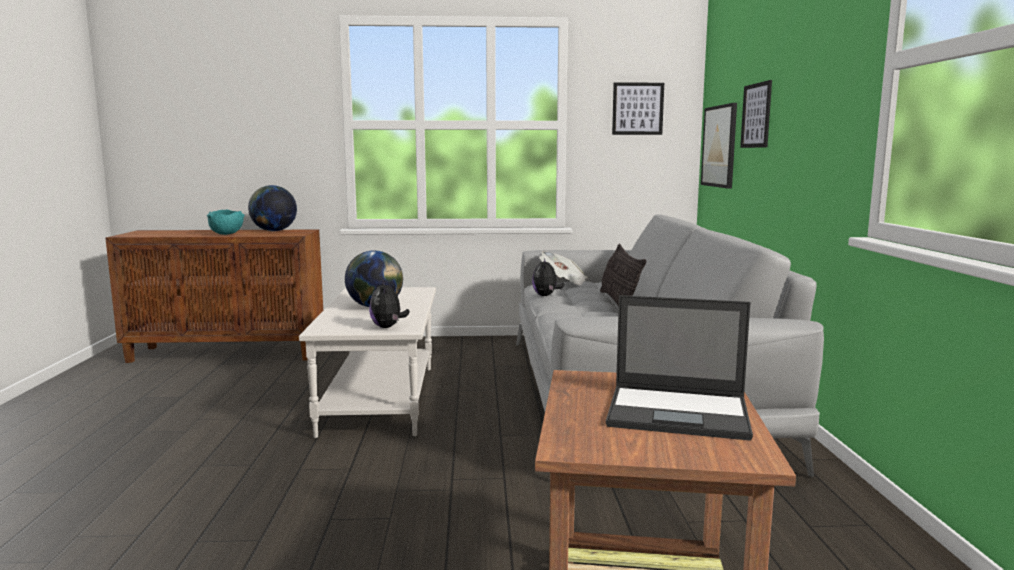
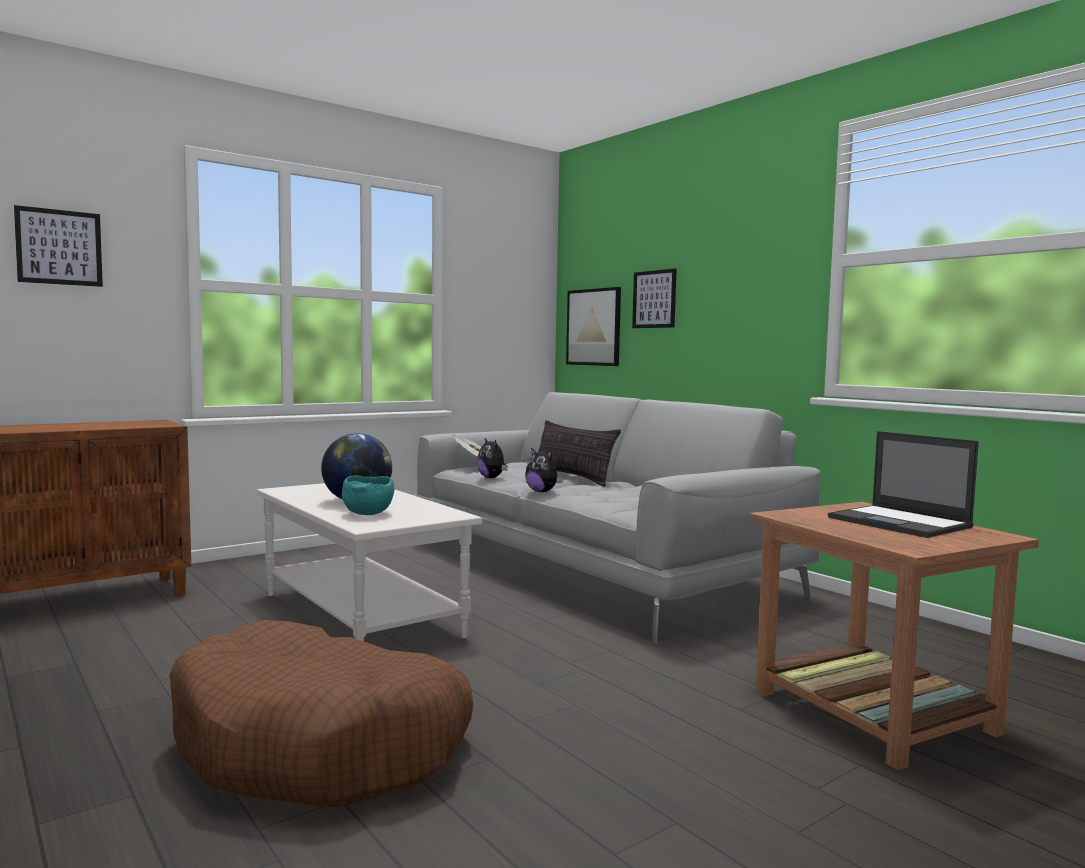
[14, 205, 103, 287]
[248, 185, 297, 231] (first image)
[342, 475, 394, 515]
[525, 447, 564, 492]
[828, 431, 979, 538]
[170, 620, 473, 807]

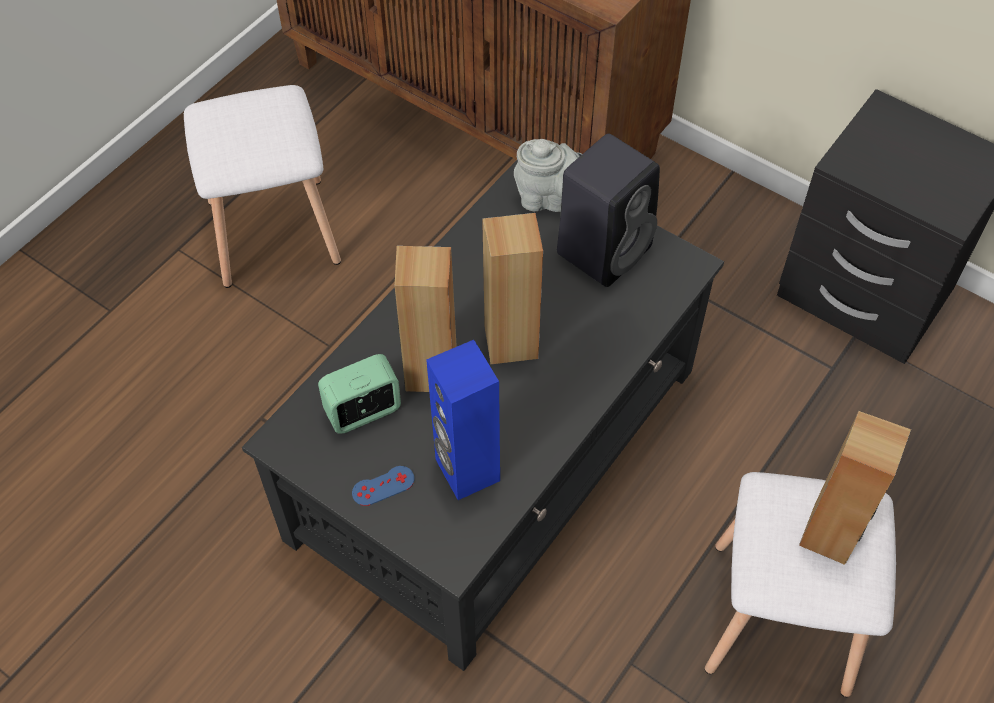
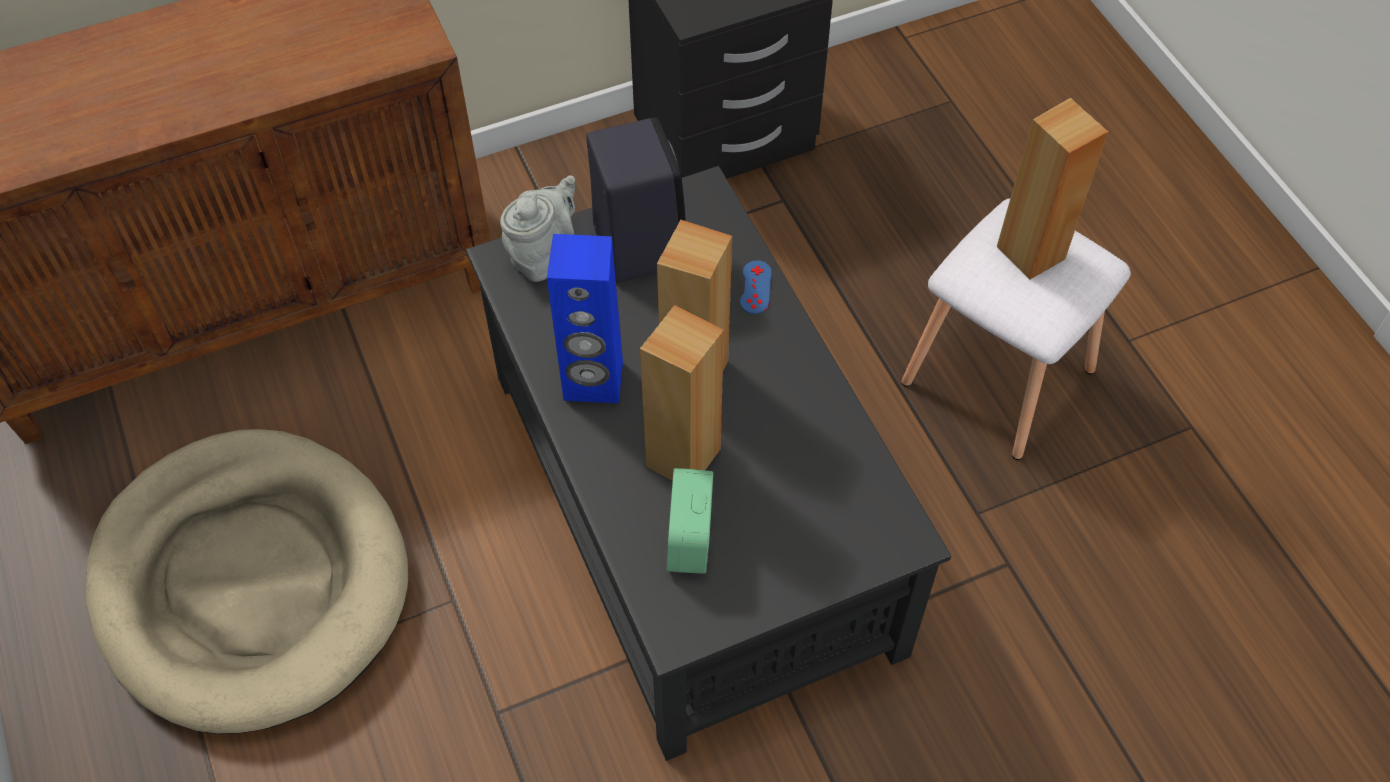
[86, 429, 408, 734]
[547, 234, 623, 403]
[740, 260, 772, 314]

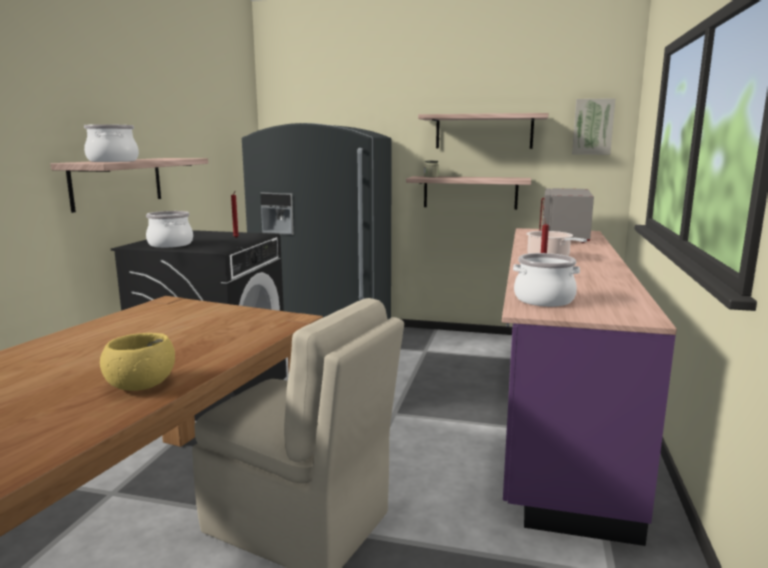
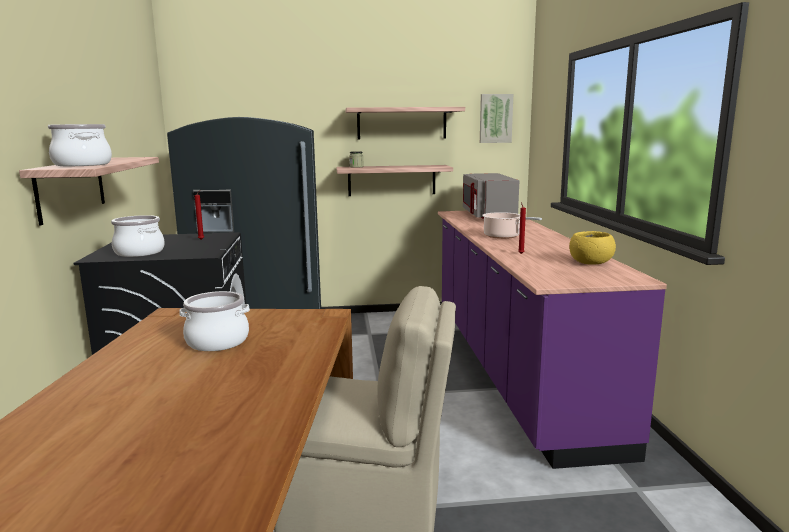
[179, 291, 250, 351]
[569, 231, 616, 265]

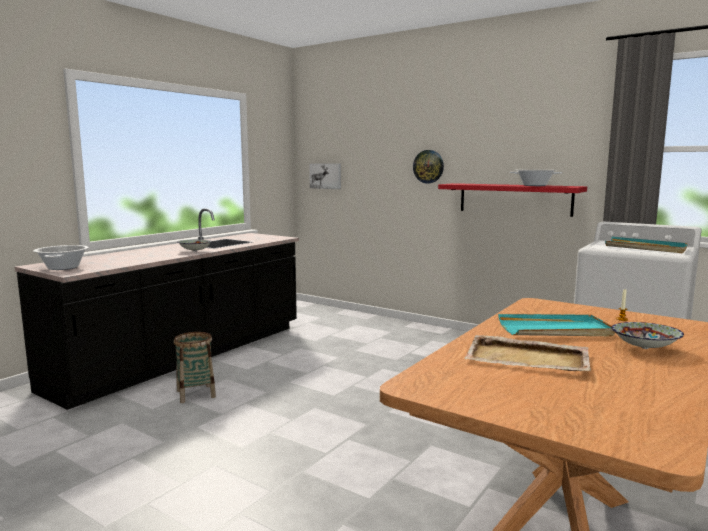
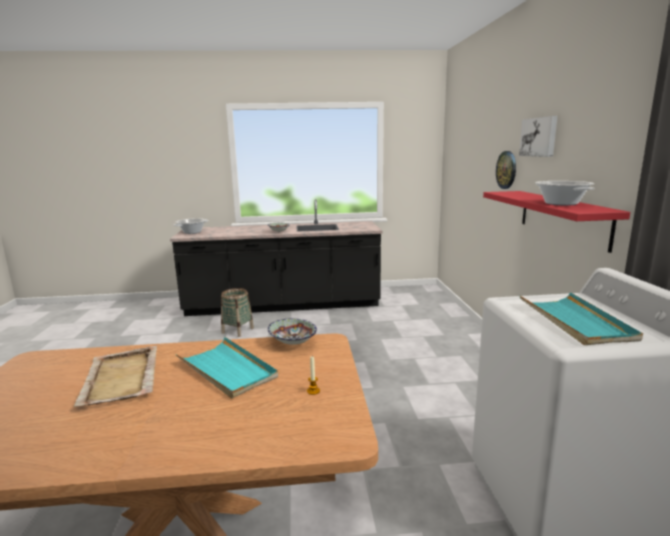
[519, 116, 557, 157]
[268, 318, 317, 345]

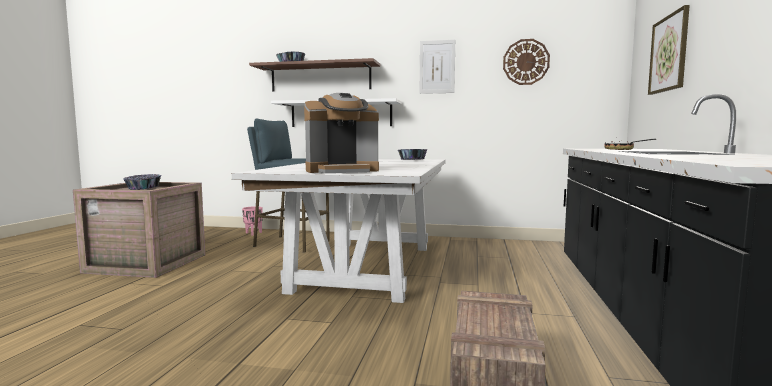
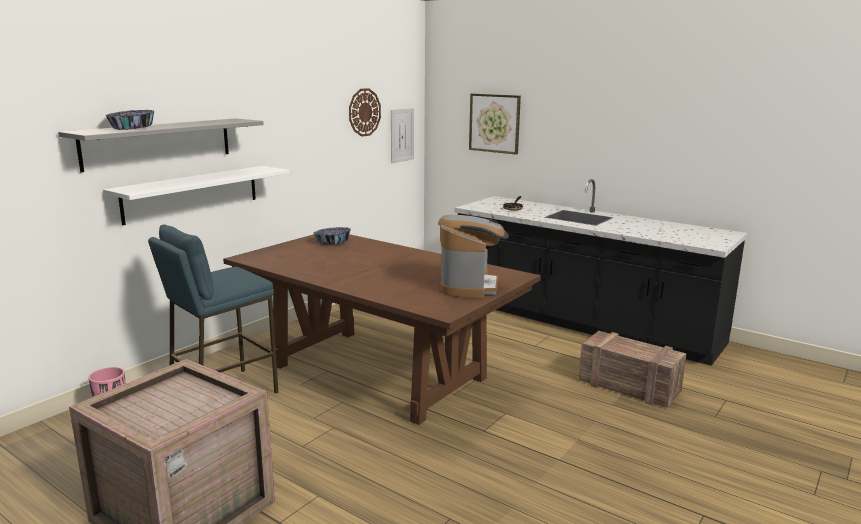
[391, 108, 414, 163]
[58, 118, 264, 172]
[223, 234, 541, 425]
[123, 174, 162, 190] (first image)

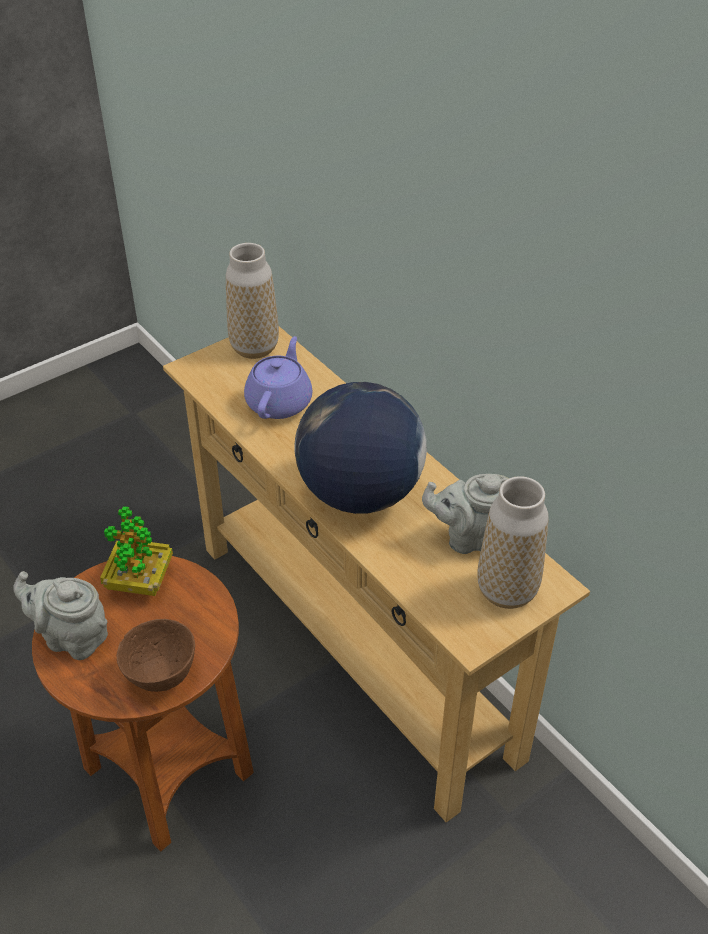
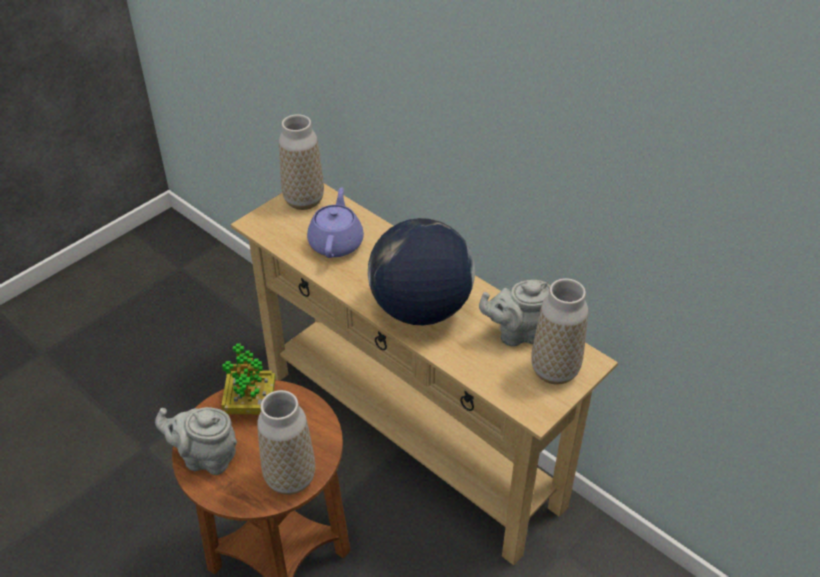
[257, 390, 315, 495]

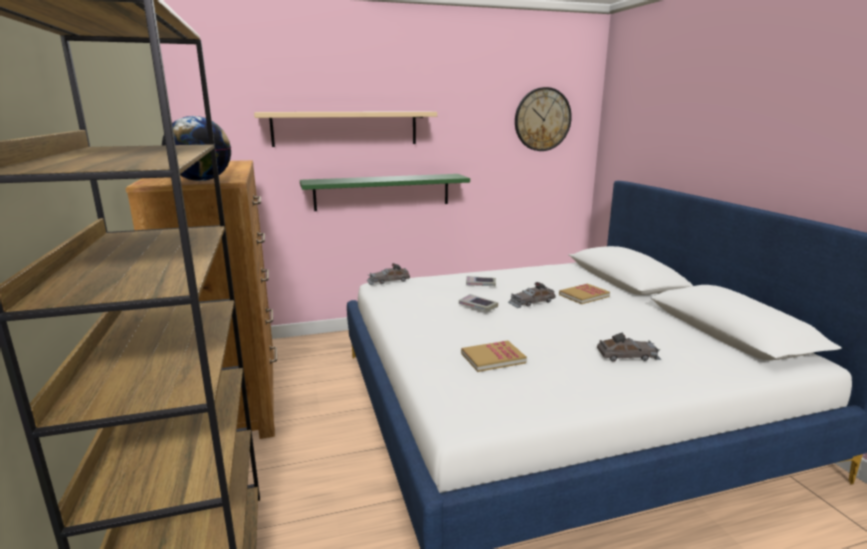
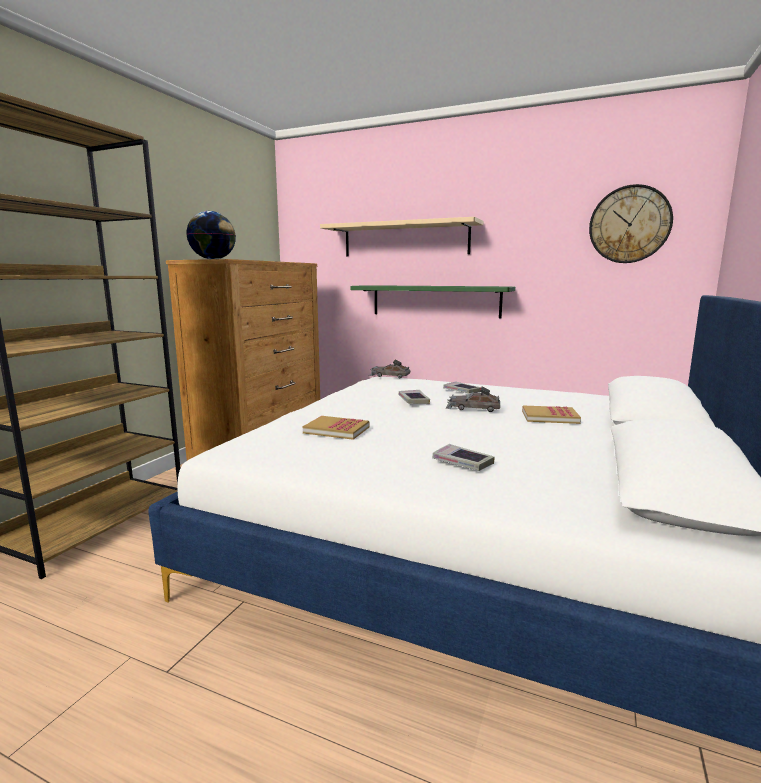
[433, 444, 495, 471]

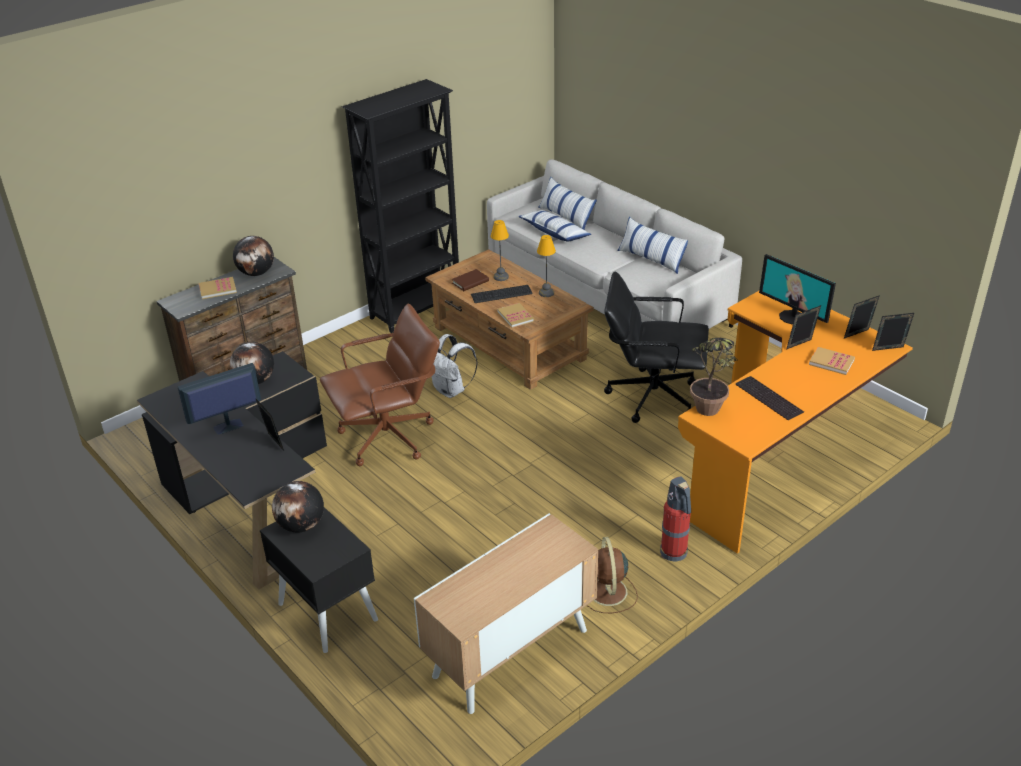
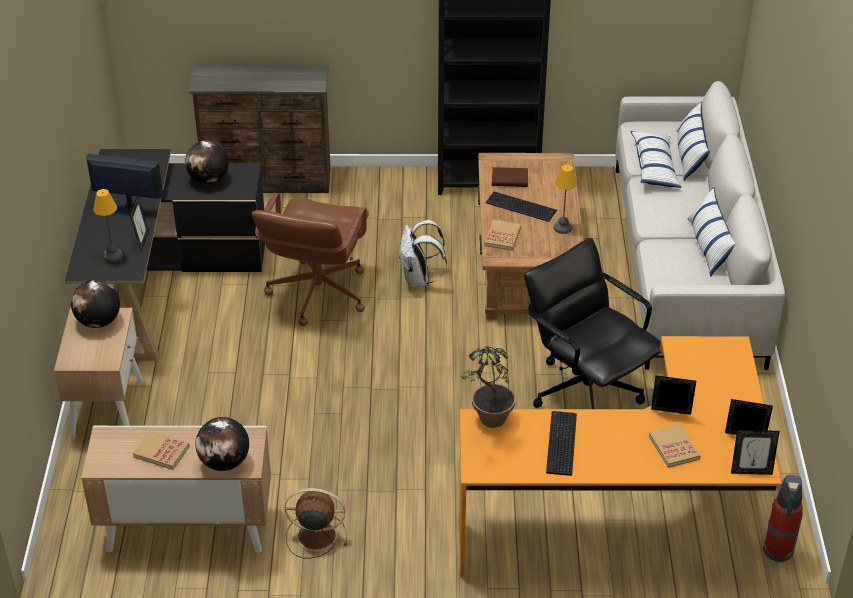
[93, 189, 123, 262]
[195, 417, 249, 471]
[759, 254, 836, 325] (first image)
[133, 431, 189, 470]
[252, 193, 369, 326]
[731, 430, 780, 475]
[763, 475, 803, 562]
[54, 308, 144, 439]
[285, 488, 347, 559]

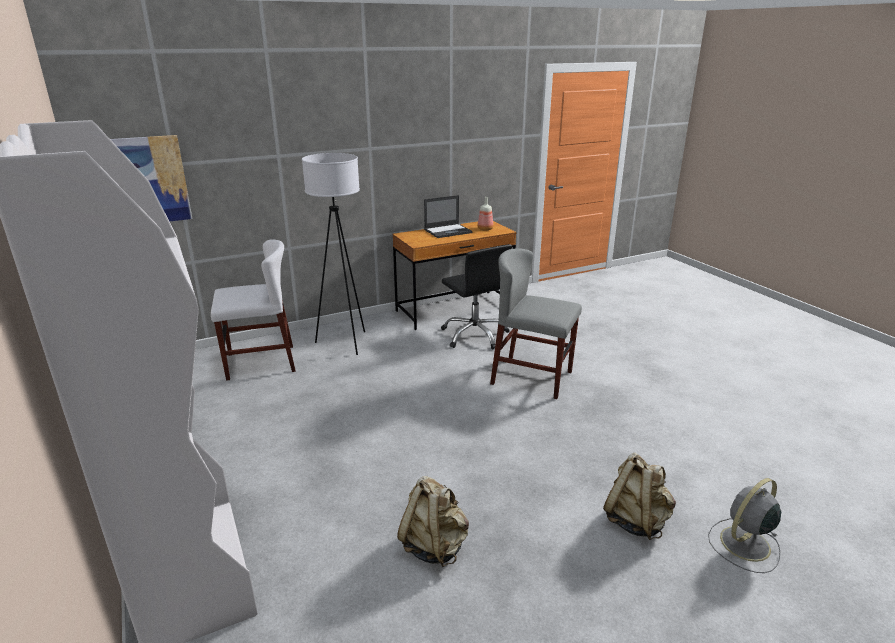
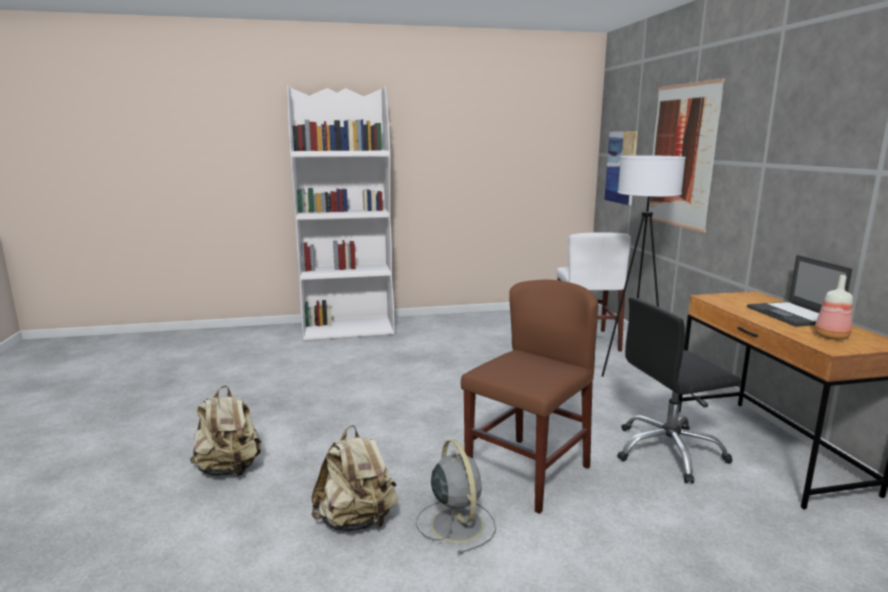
[461, 280, 598, 514]
[311, 425, 398, 532]
[416, 439, 496, 555]
[647, 78, 725, 233]

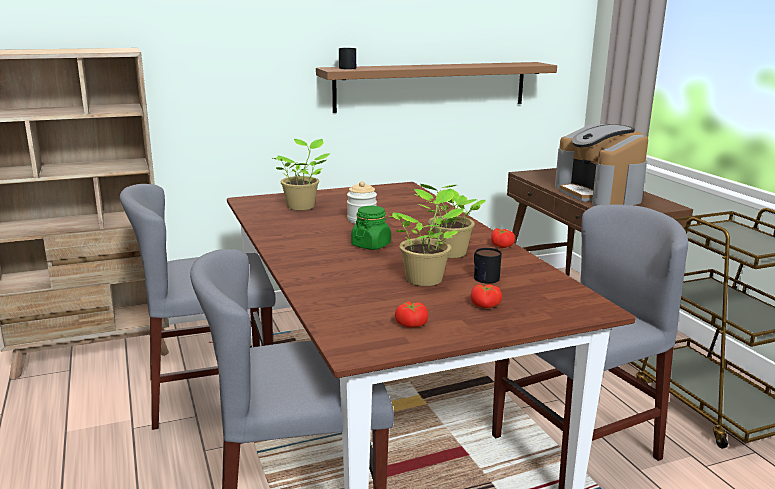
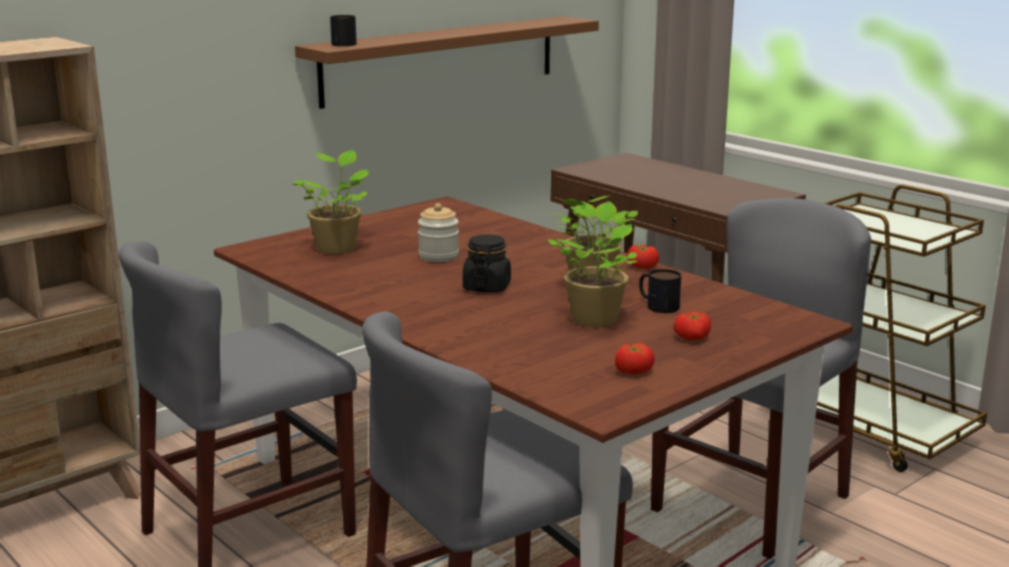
[555, 124, 648, 206] (first image)
[463, 234, 511, 292]

